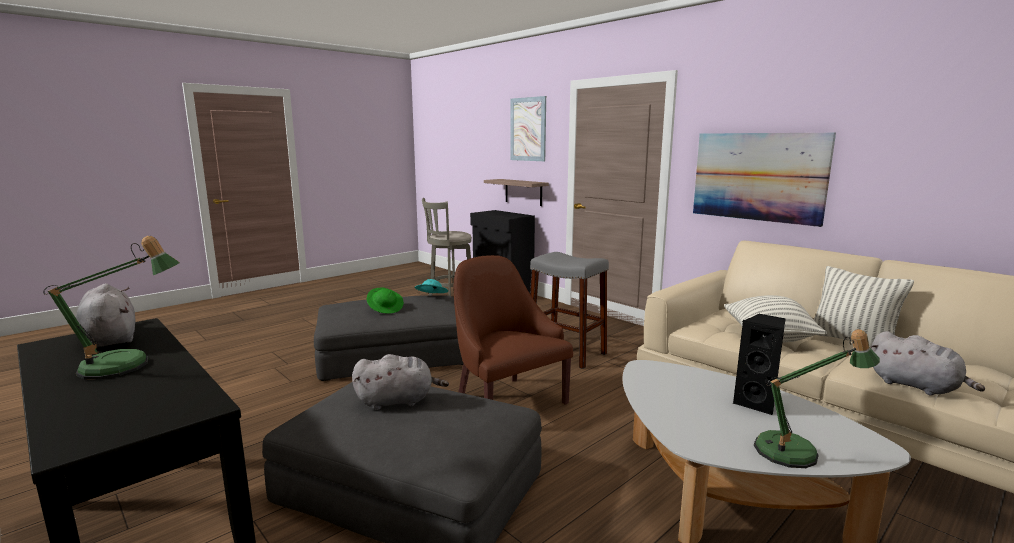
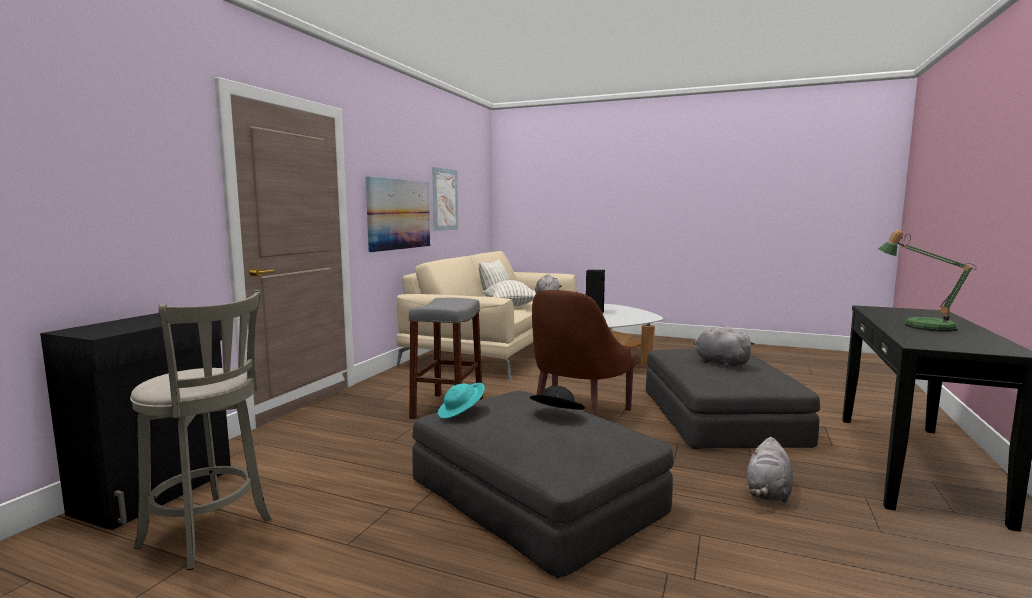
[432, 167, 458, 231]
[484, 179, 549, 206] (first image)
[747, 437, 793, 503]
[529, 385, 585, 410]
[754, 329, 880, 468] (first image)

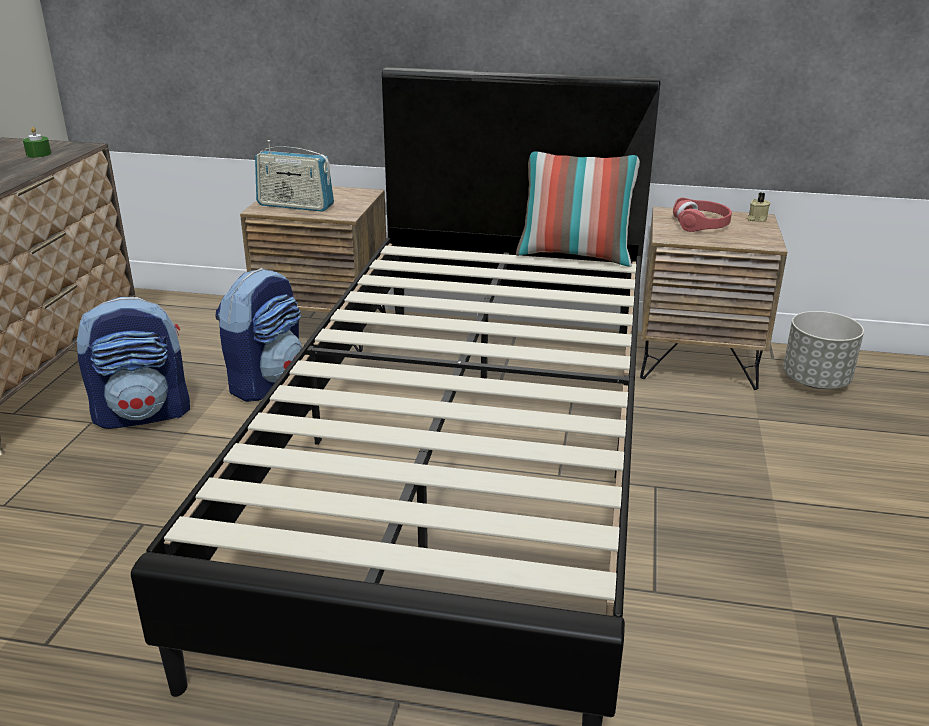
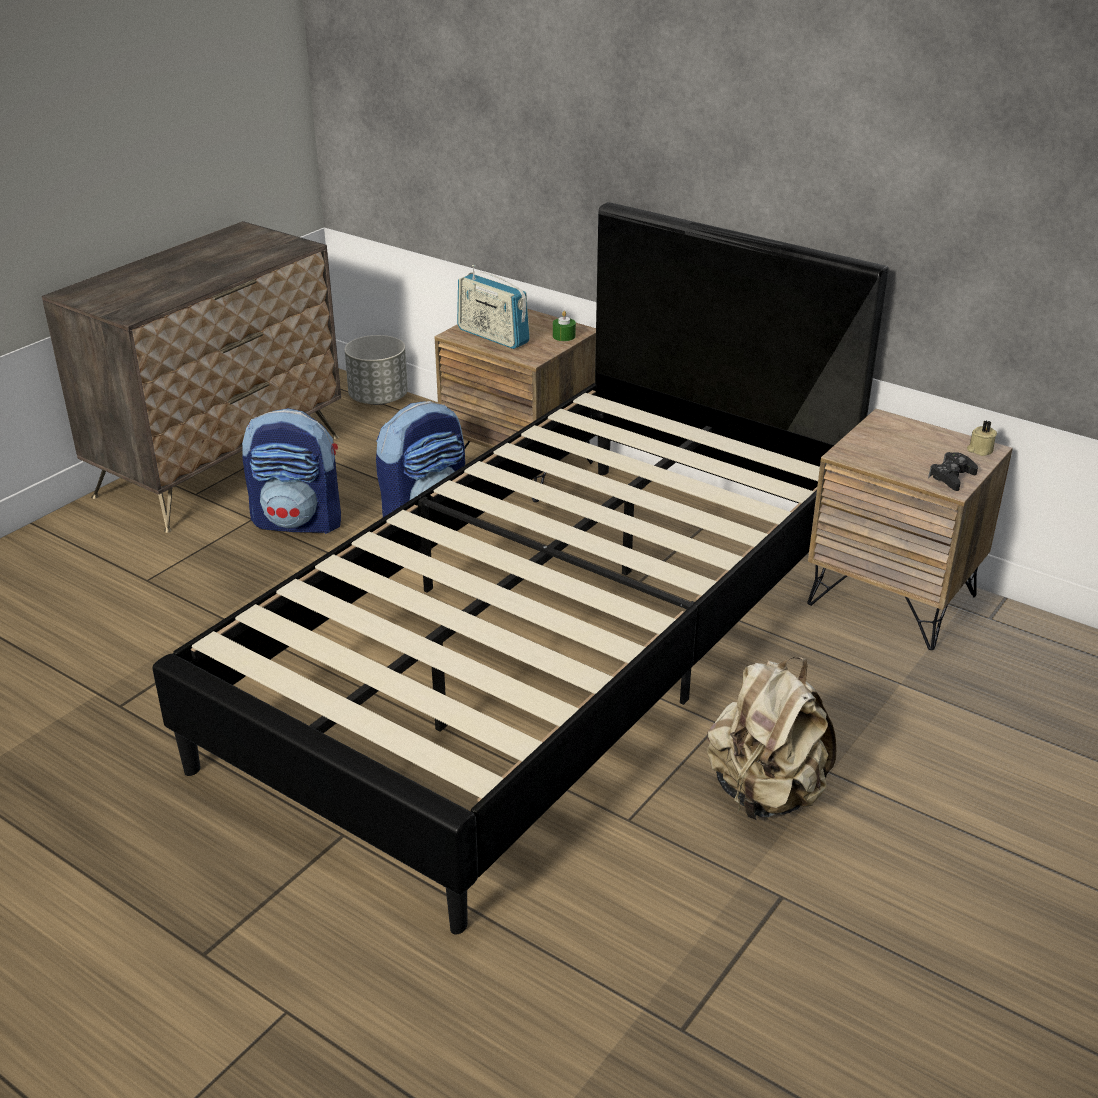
[553, 311, 576, 341]
[516, 151, 640, 267] (first image)
[673, 197, 732, 232] (first image)
[344, 335, 408, 405]
[928, 452, 978, 491]
[707, 657, 836, 820]

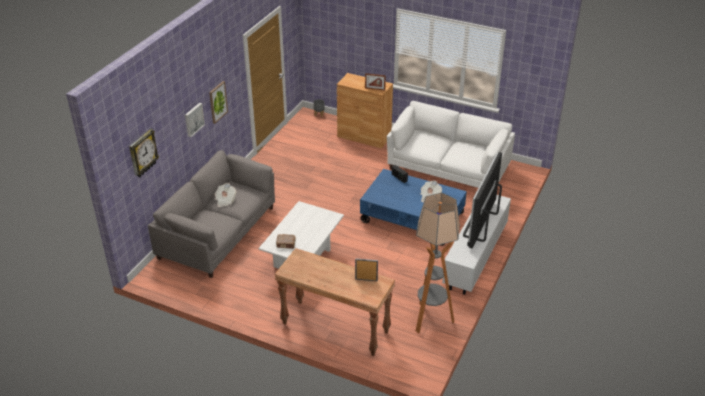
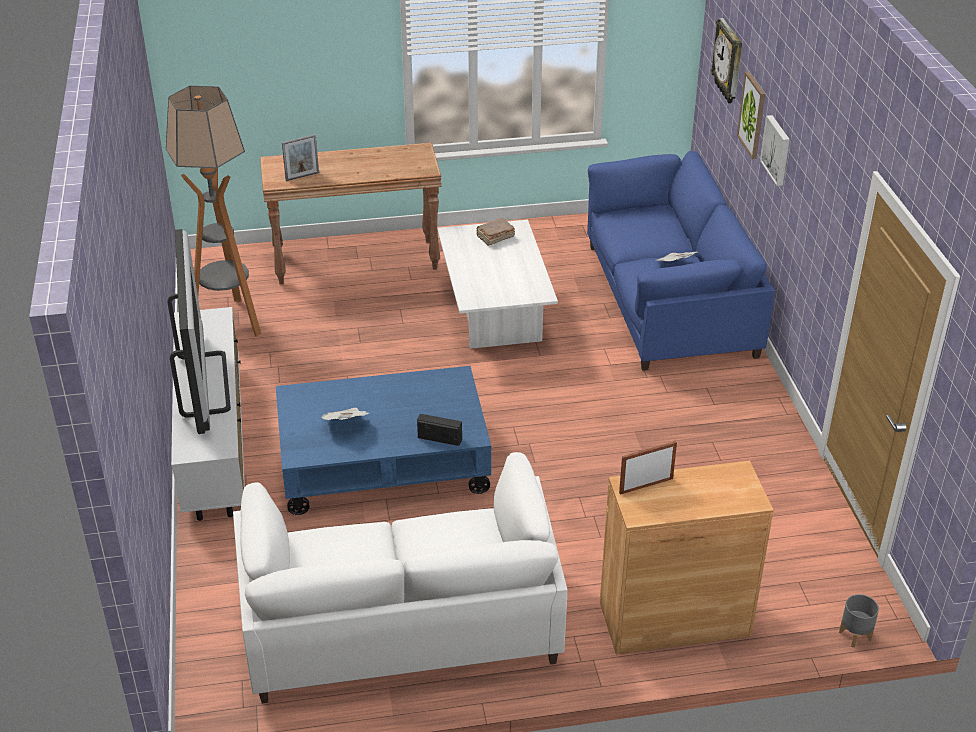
[737, 71, 765, 159]
[587, 151, 775, 371]

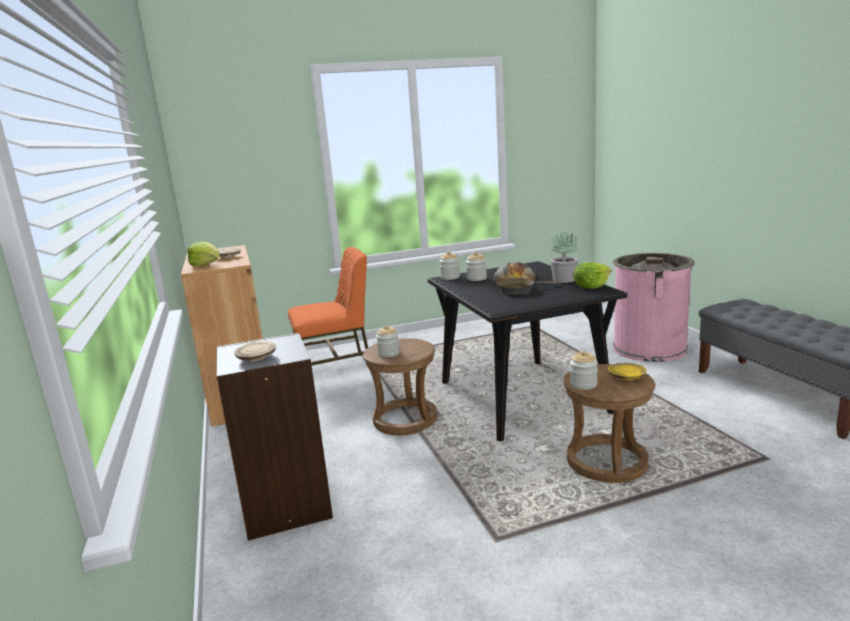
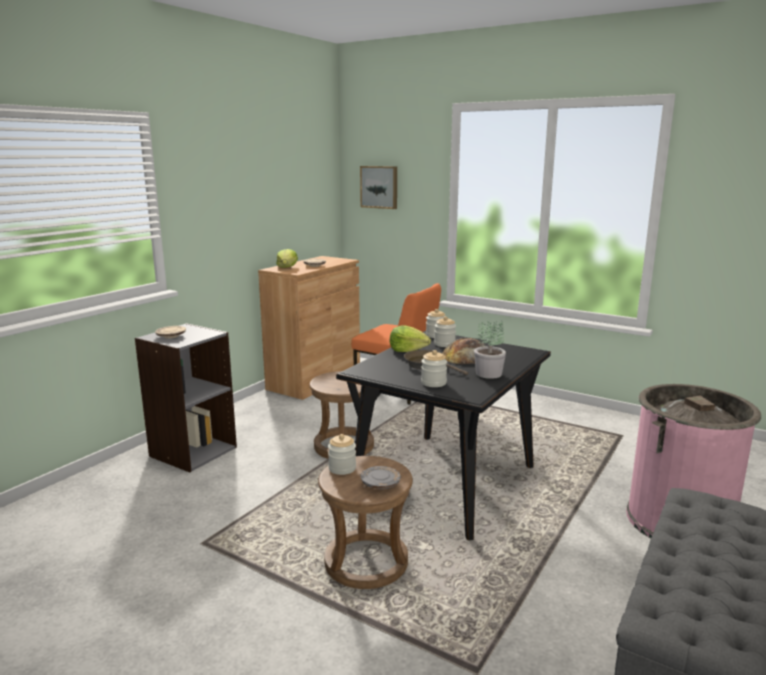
[390, 325, 431, 352]
[421, 350, 447, 387]
[360, 466, 401, 489]
[360, 166, 397, 209]

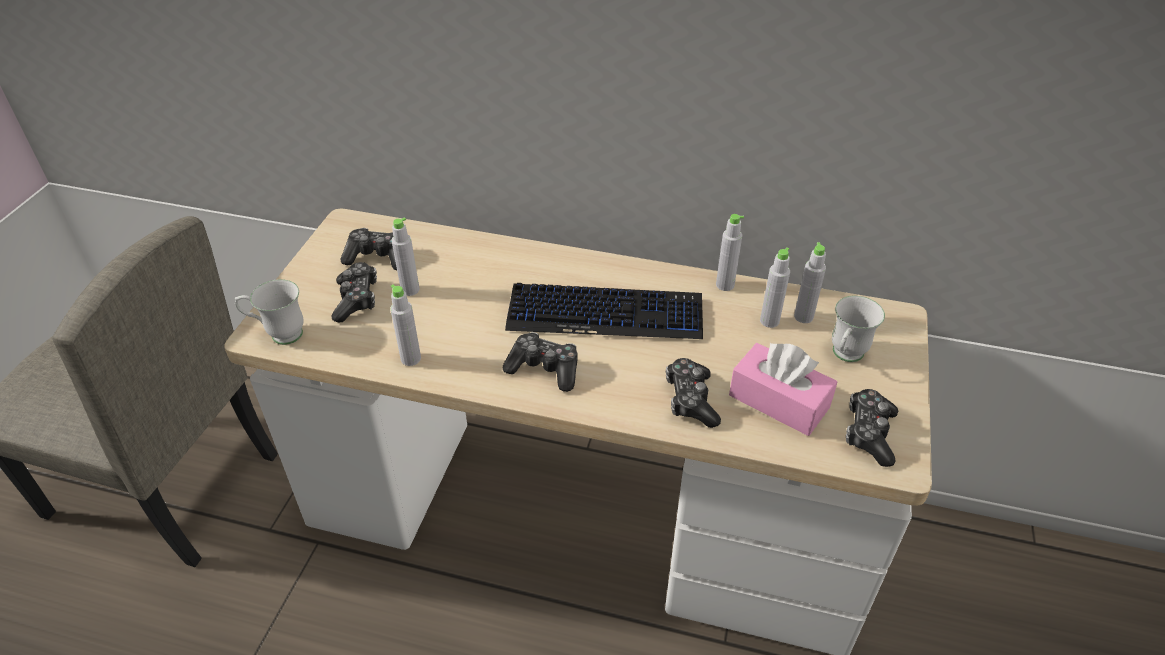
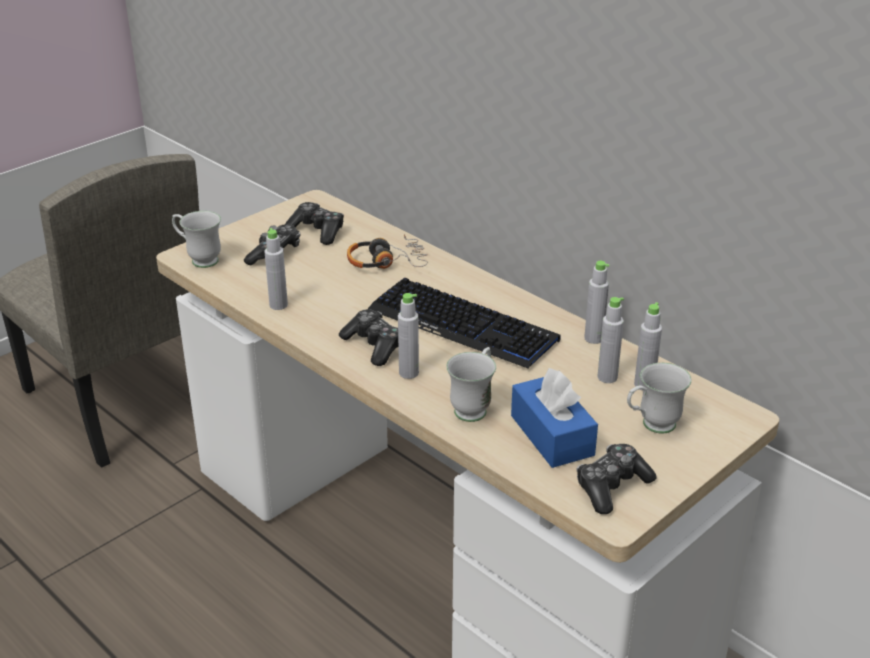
[398, 293, 419, 379]
[511, 368, 598, 468]
[446, 347, 496, 422]
[347, 235, 428, 269]

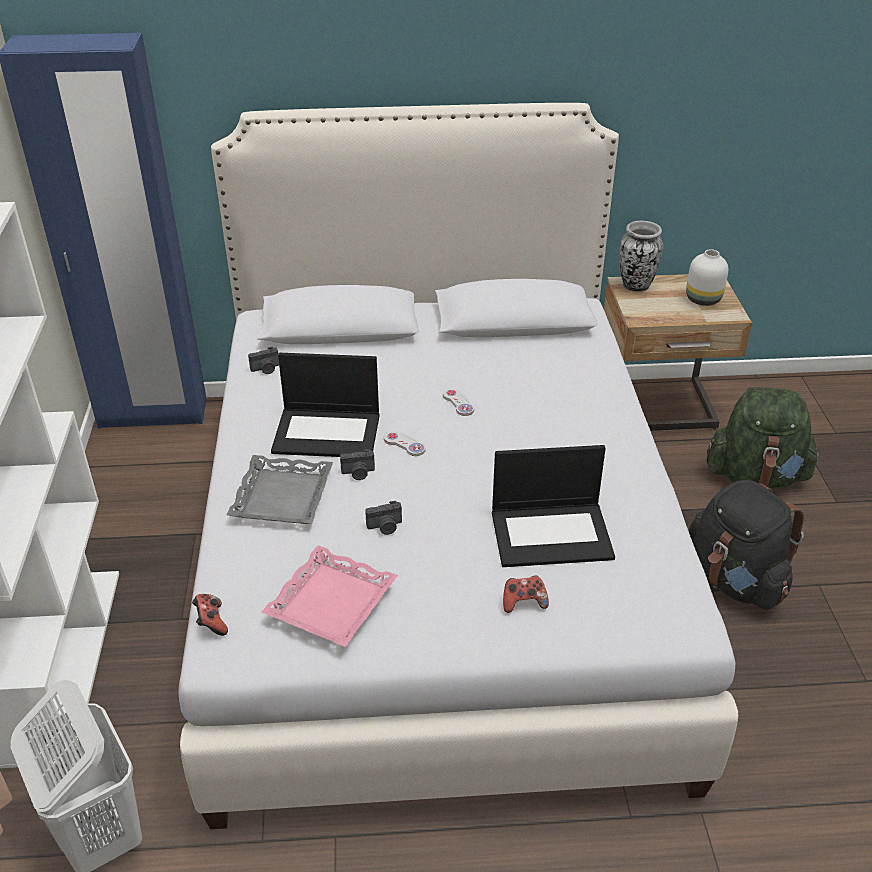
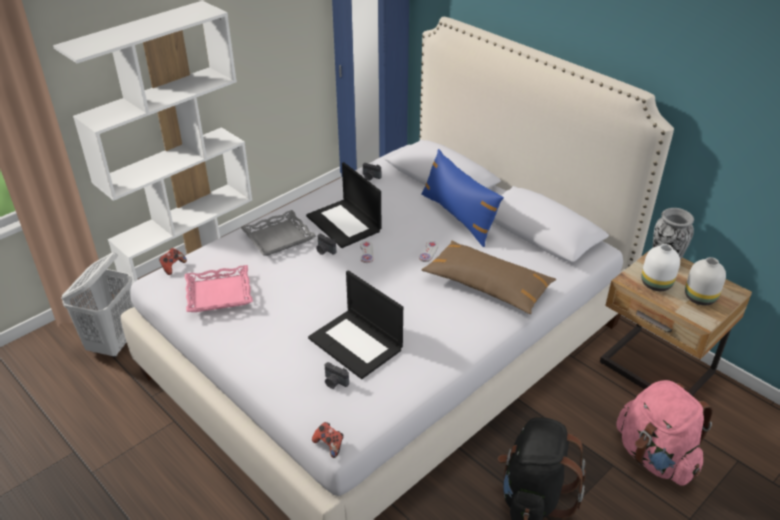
[616, 380, 713, 486]
[325, 362, 349, 389]
[312, 422, 343, 458]
[421, 149, 504, 247]
[421, 241, 556, 314]
[641, 244, 680, 291]

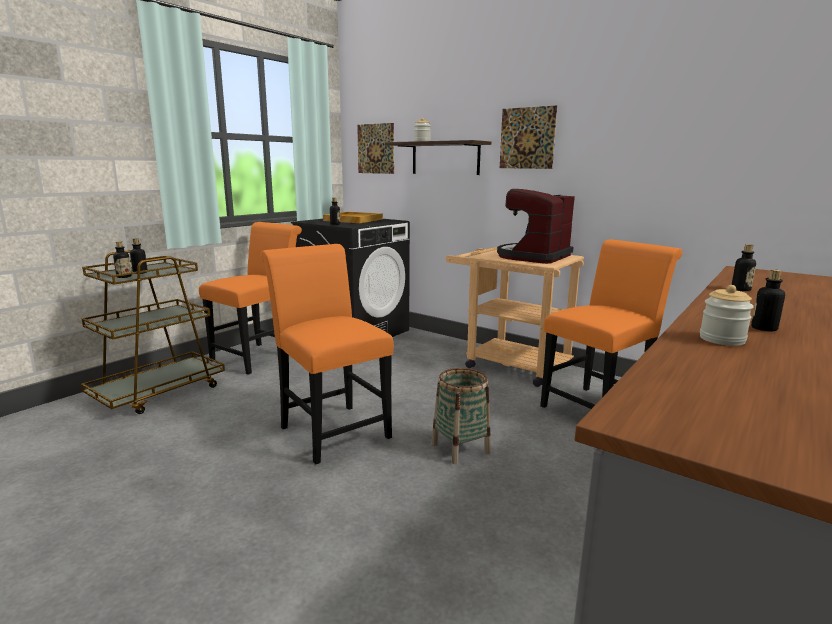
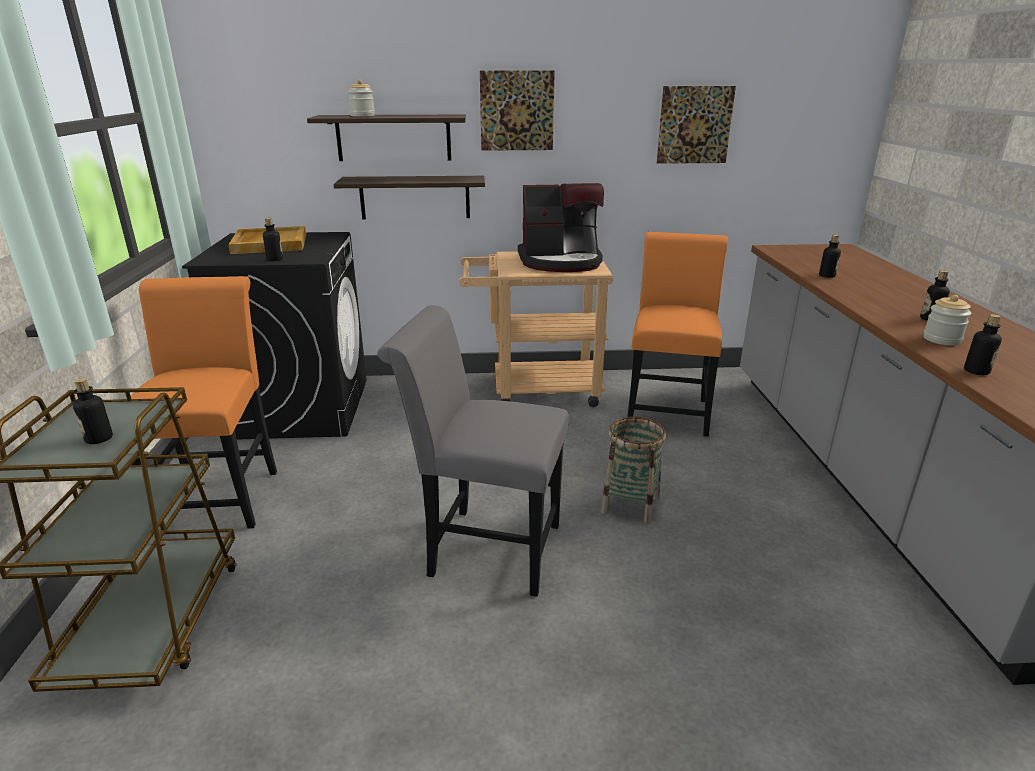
[657, 86, 736, 164]
[518, 183, 604, 272]
[964, 314, 1002, 375]
[377, 305, 569, 597]
[333, 176, 485, 219]

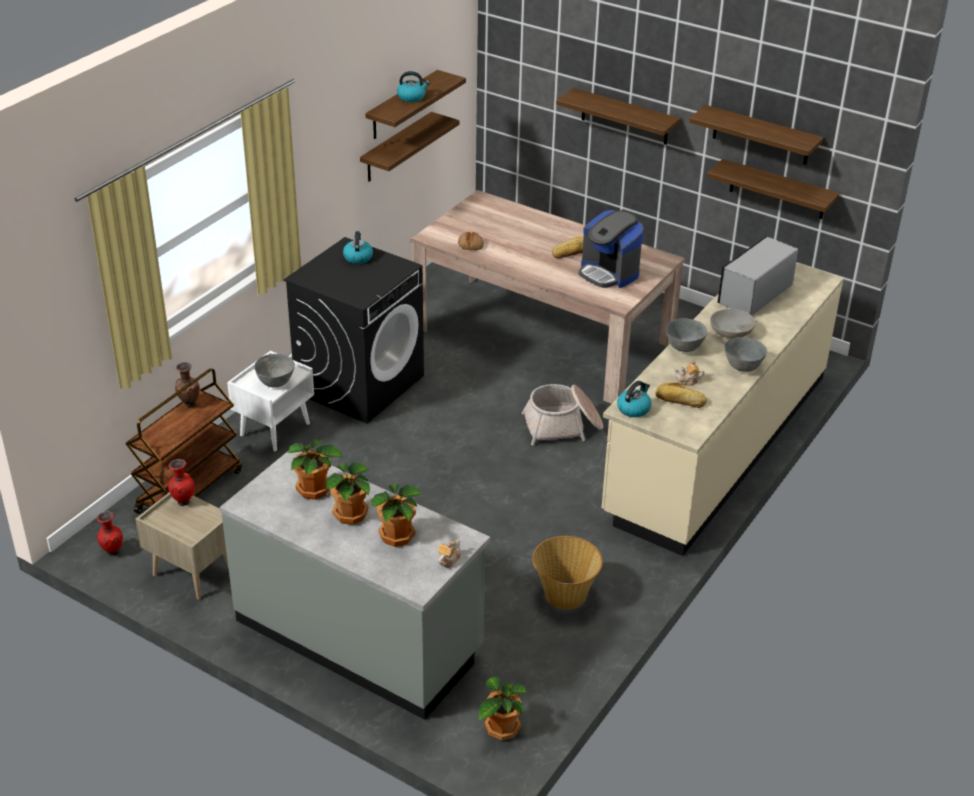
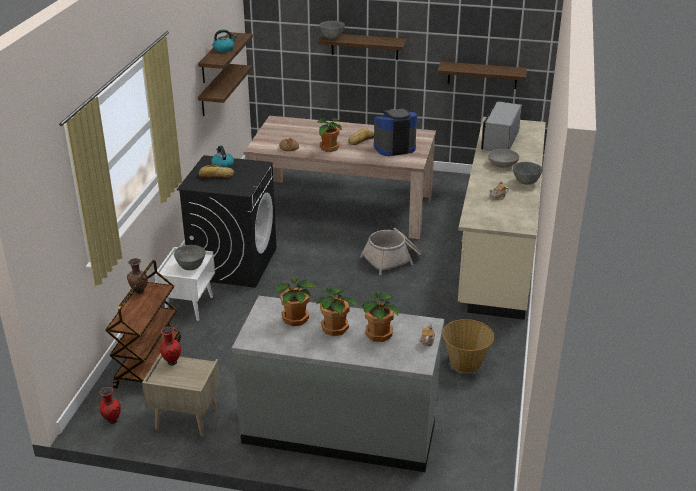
[689, 105, 823, 165] (first image)
[374, 109, 417, 156]
[320, 21, 345, 39]
[617, 381, 651, 417] (first image)
[199, 164, 234, 178]
[317, 118, 342, 152]

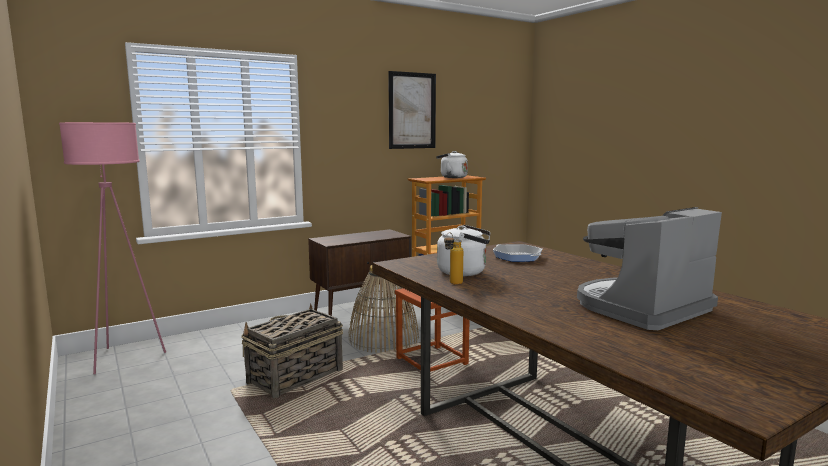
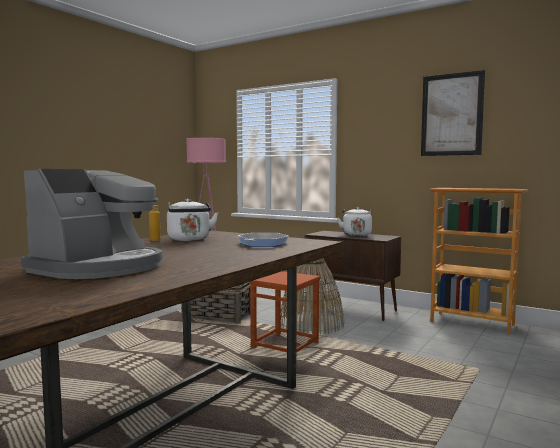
[337, 207, 372, 236]
[21, 169, 163, 279]

